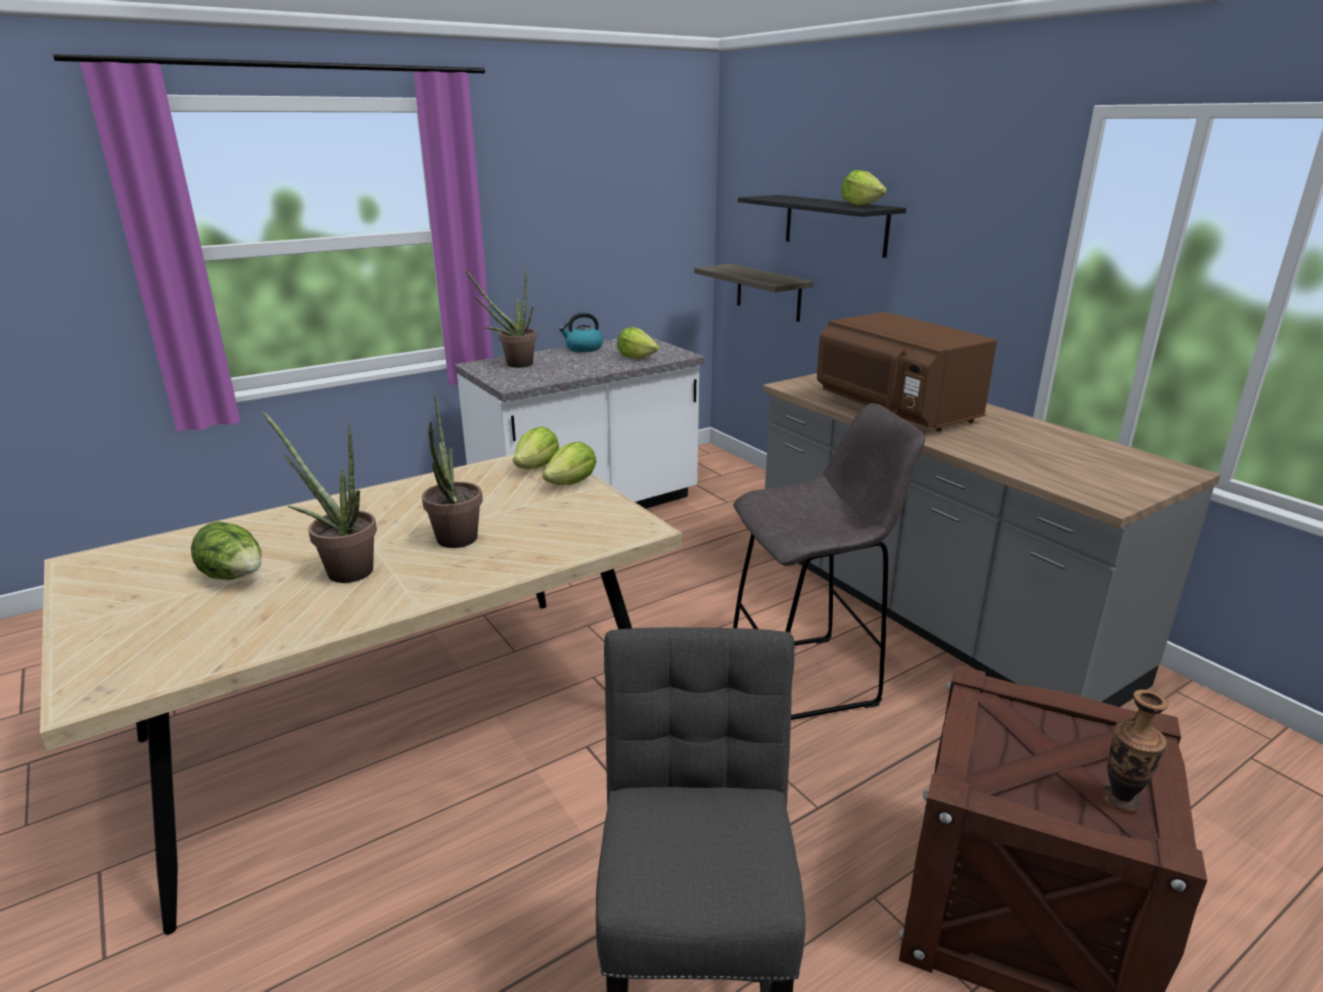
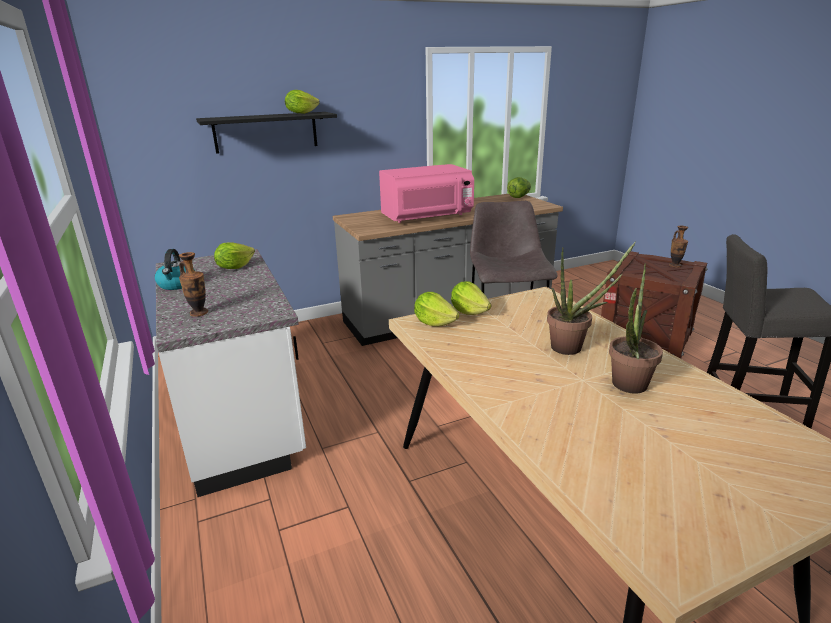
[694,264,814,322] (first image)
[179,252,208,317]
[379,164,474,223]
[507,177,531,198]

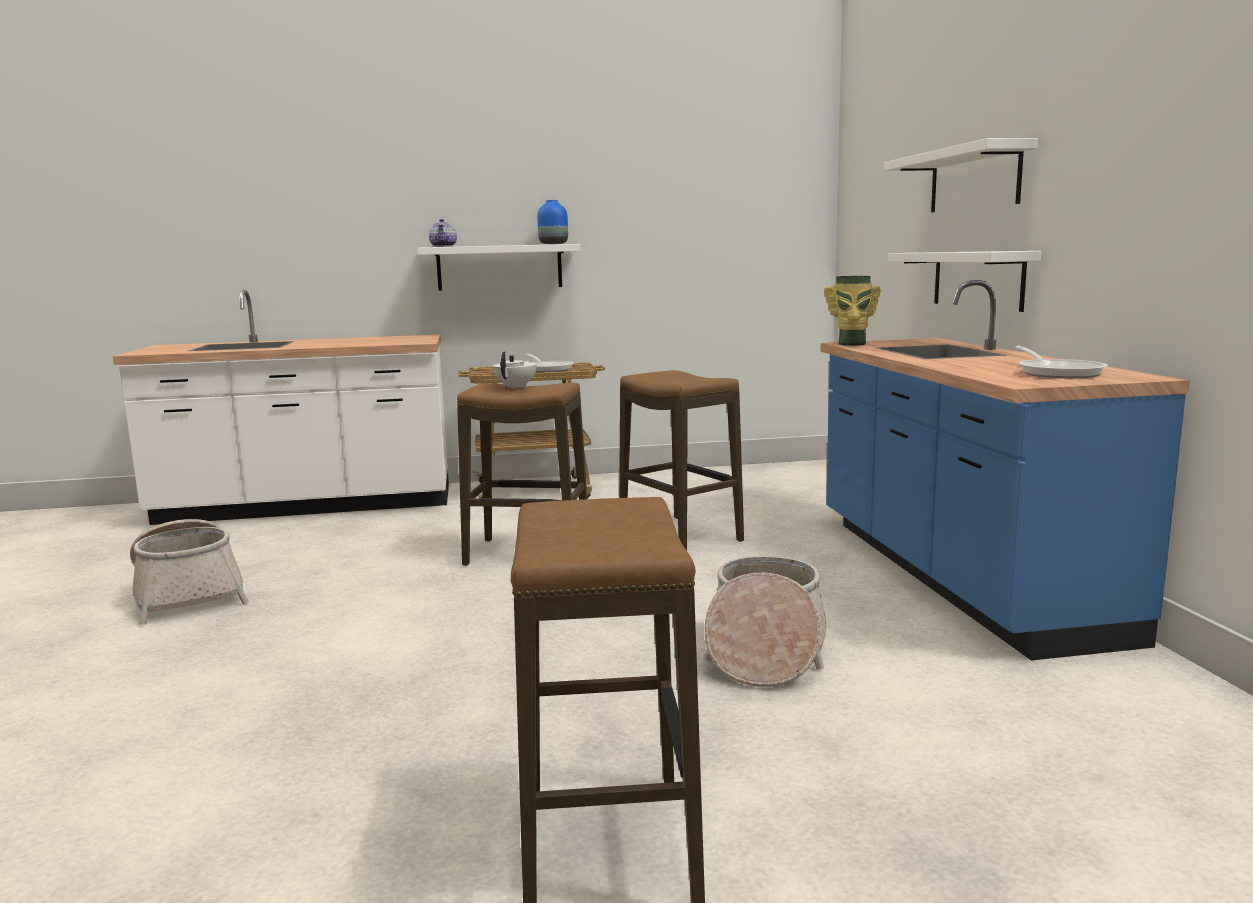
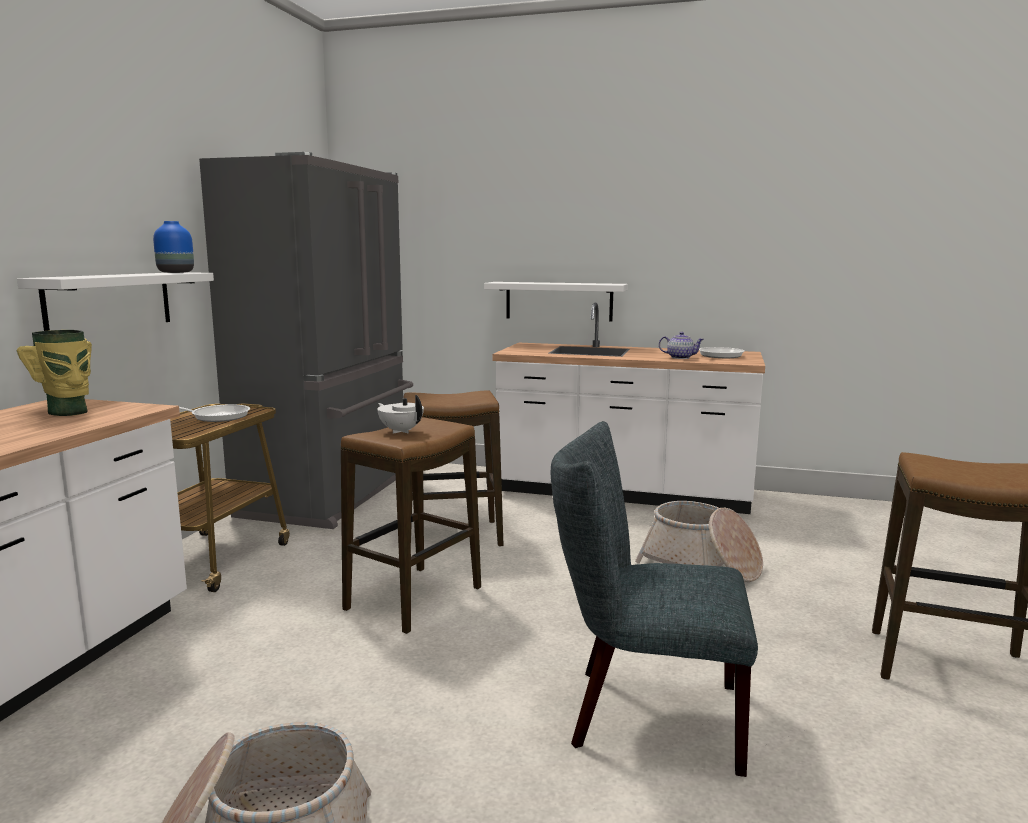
[884,138,1038,212] (first image)
[659,332,704,359]
[17,330,92,416]
[492,302,765,514]
[199,152,413,529]
[551,421,758,777]

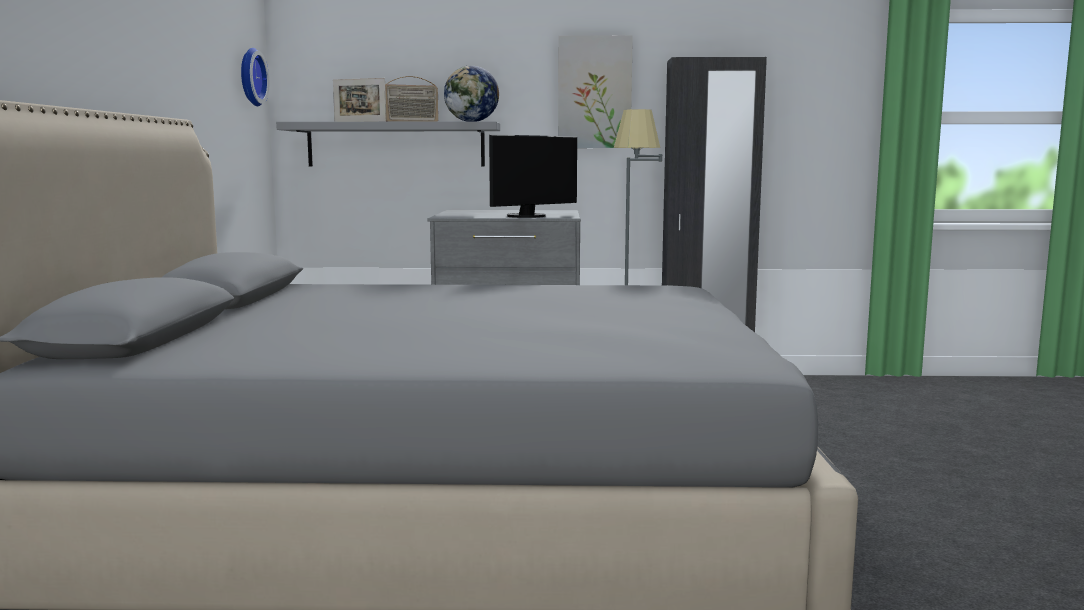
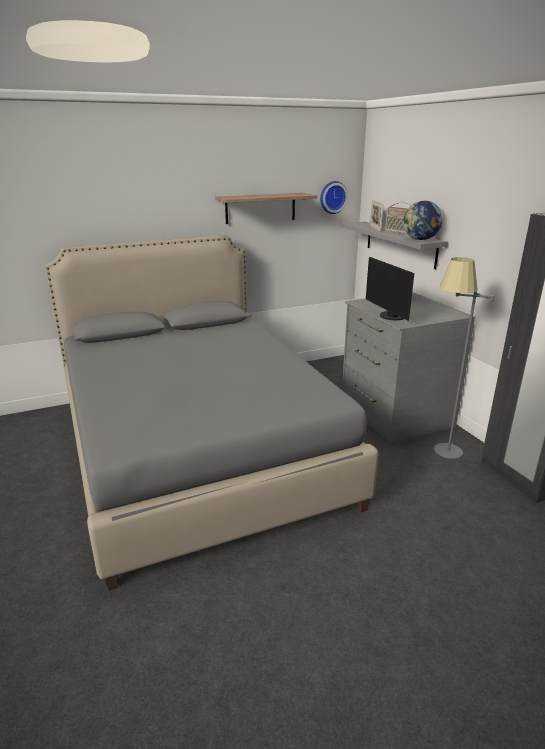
[558,35,633,148] (first image)
[366,257,414,321]
[215,193,317,224]

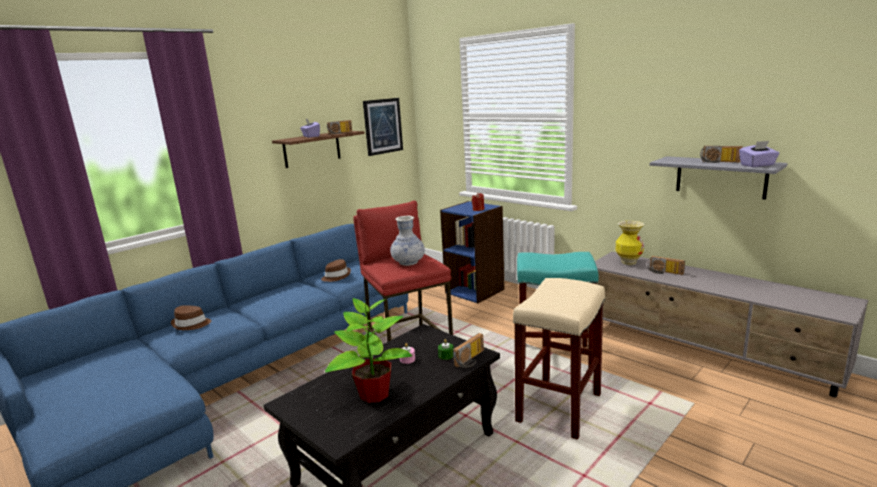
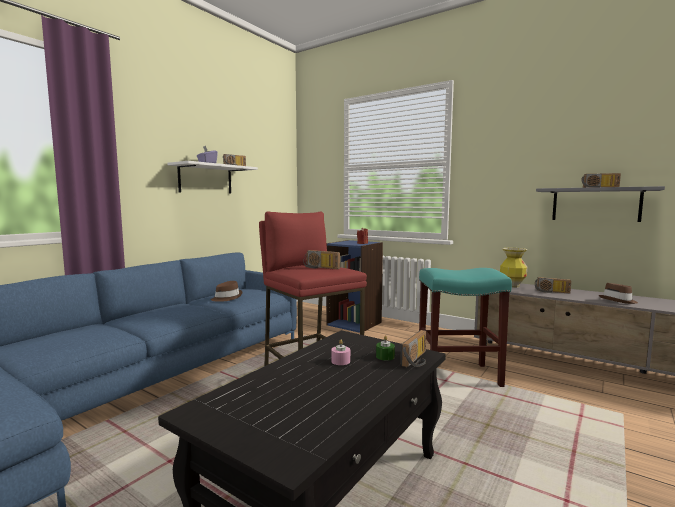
[363,98,403,156] (first image)
[167,161,258,194]
[739,141,780,167] (first image)
[303,250,340,269]
[513,278,605,440] (first image)
[325,298,412,403] (first image)
[599,283,638,304]

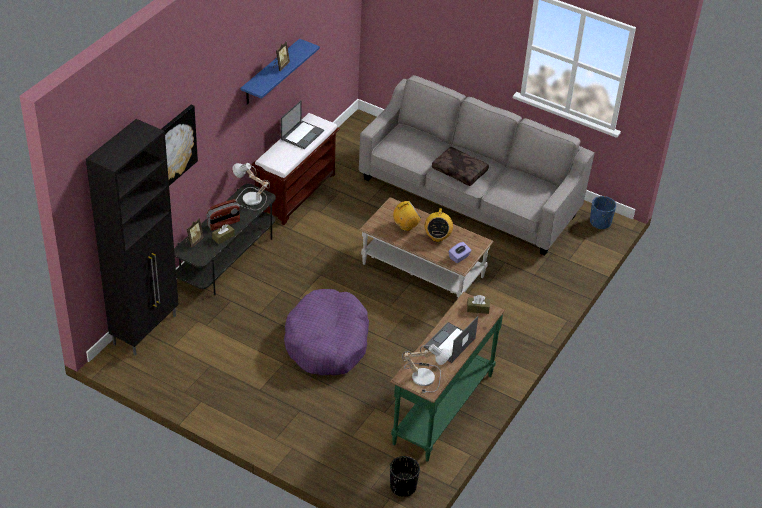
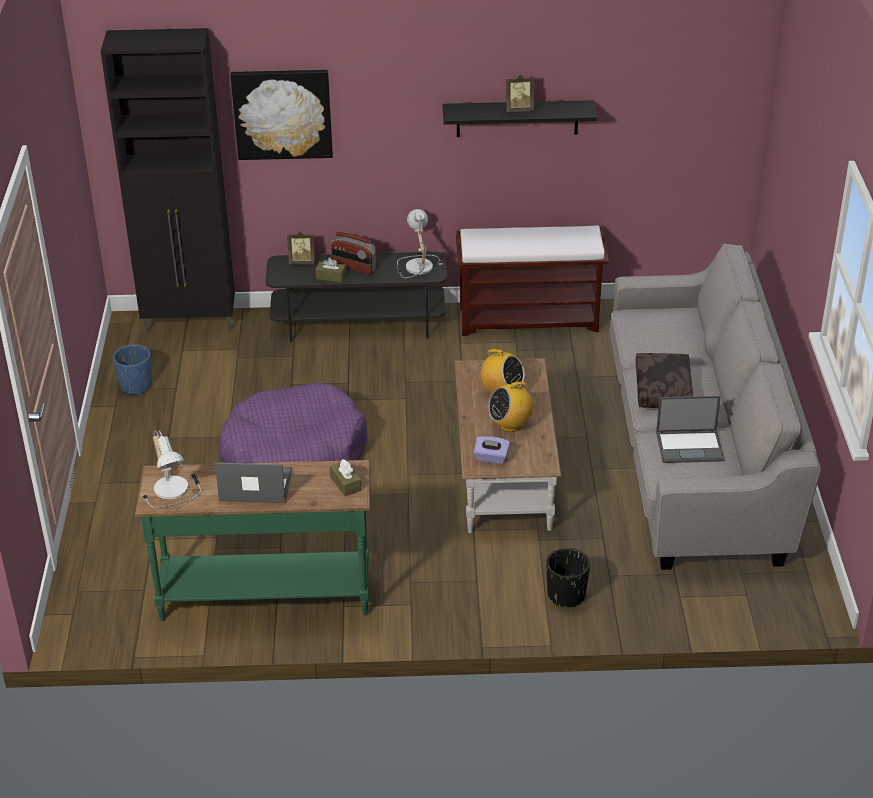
[443,100,597,137]
[656,396,724,463]
[113,344,152,395]
[546,548,590,608]

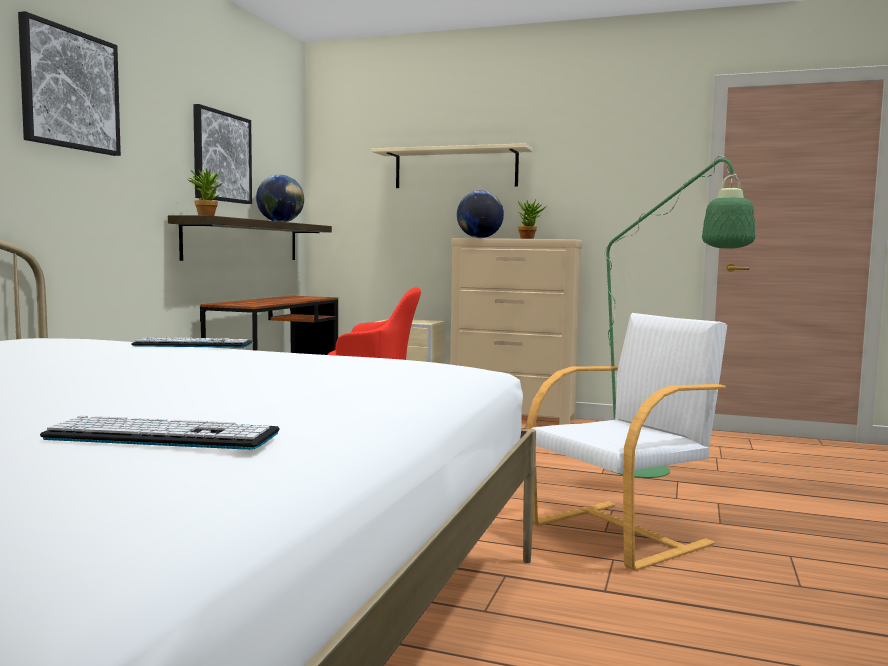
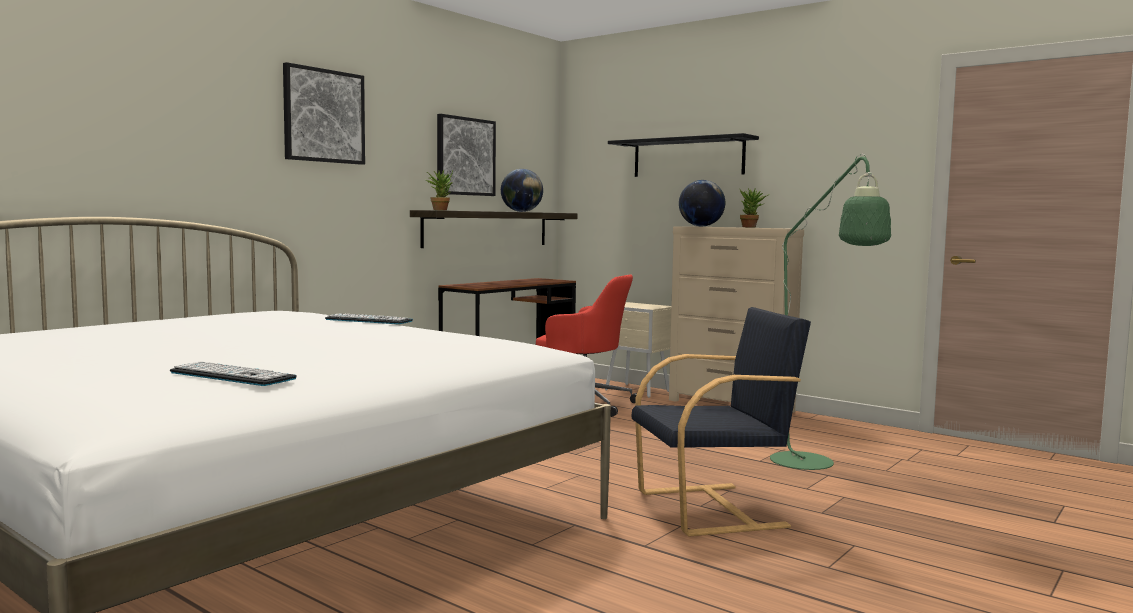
[608,133,759,177]
[632,307,811,537]

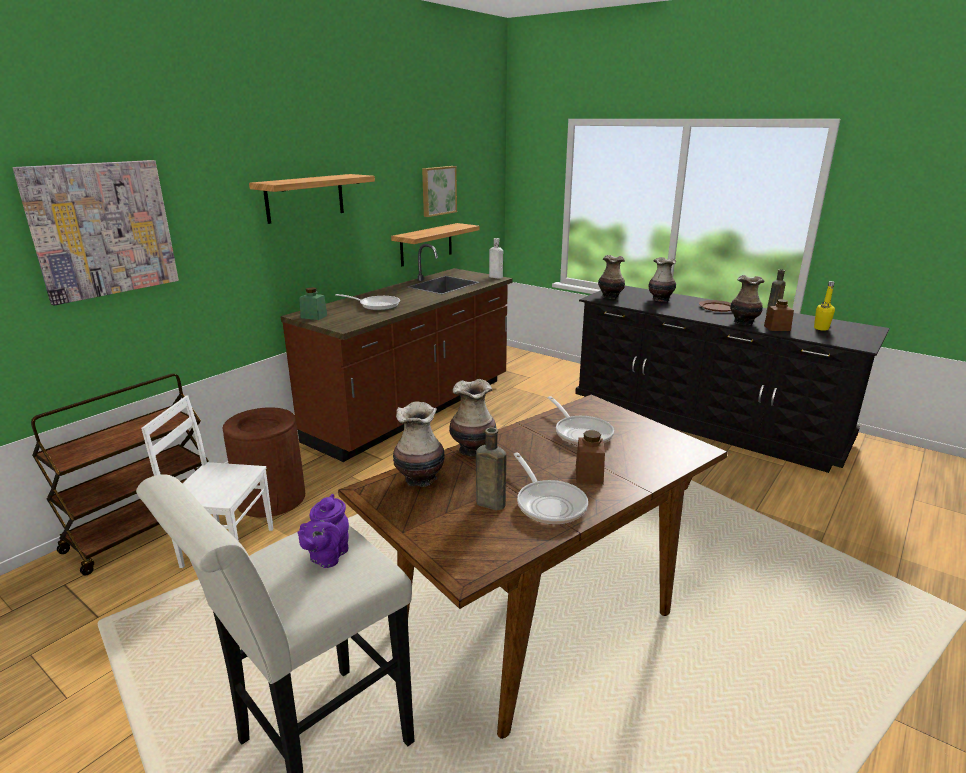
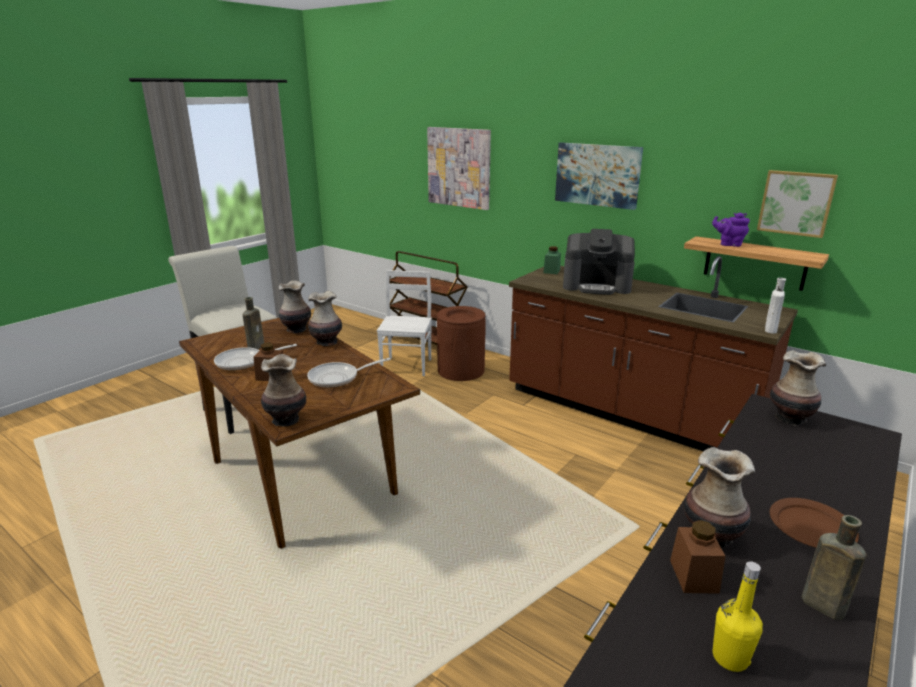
[555,142,643,210]
[261,354,306,426]
[563,229,635,295]
[712,213,750,247]

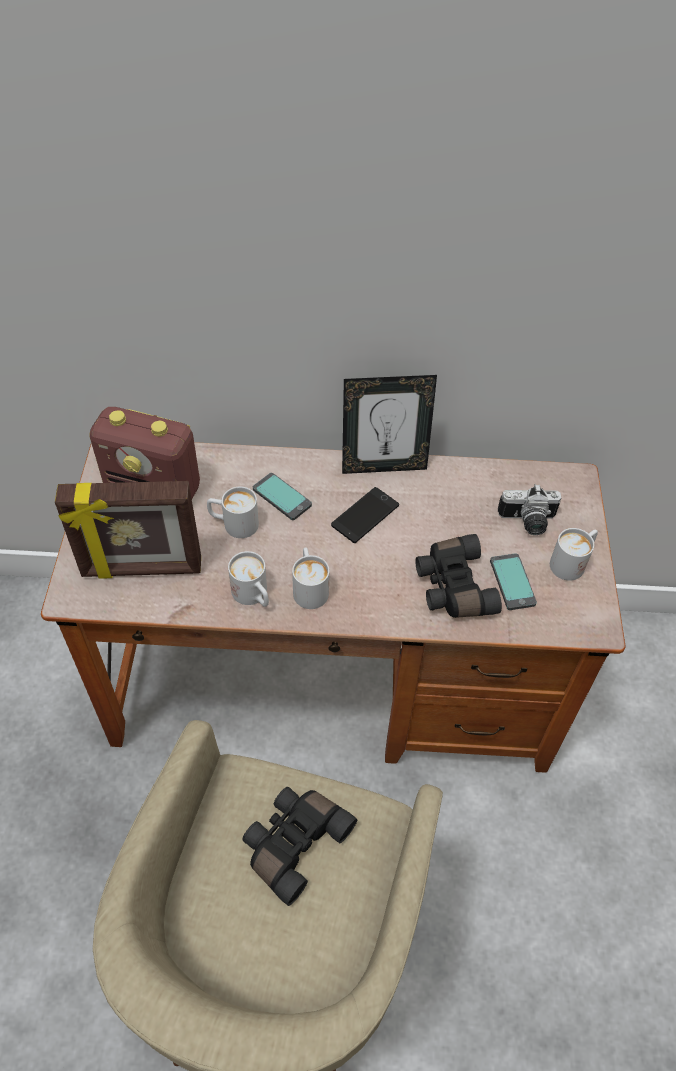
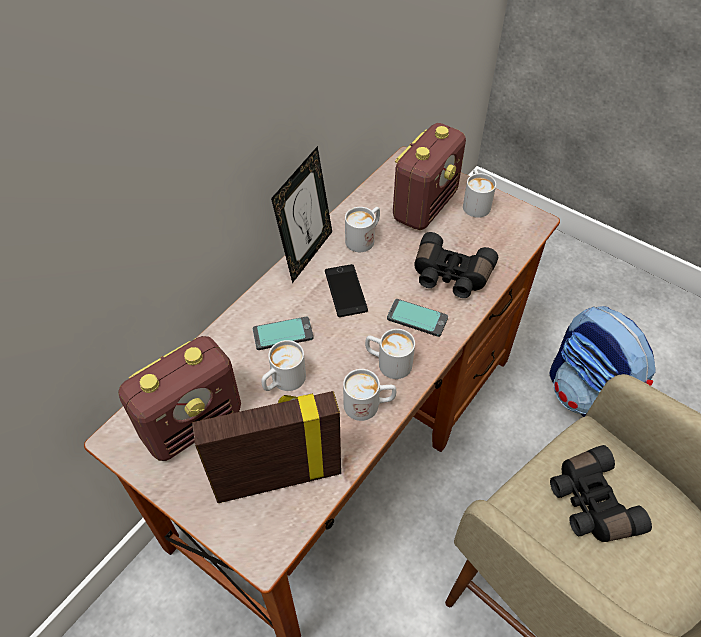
[192,391,341,503]
[393,123,466,230]
[387,299,448,337]
[345,207,380,252]
[550,306,656,417]

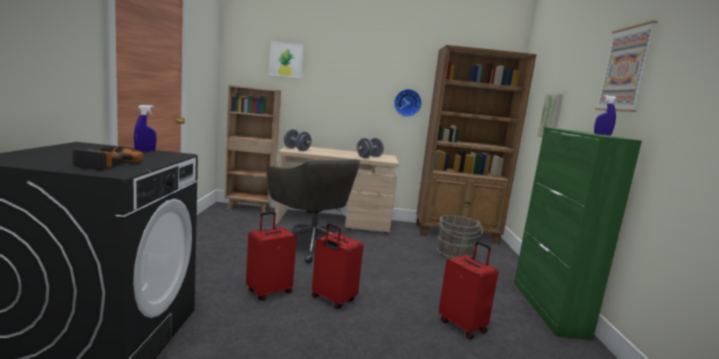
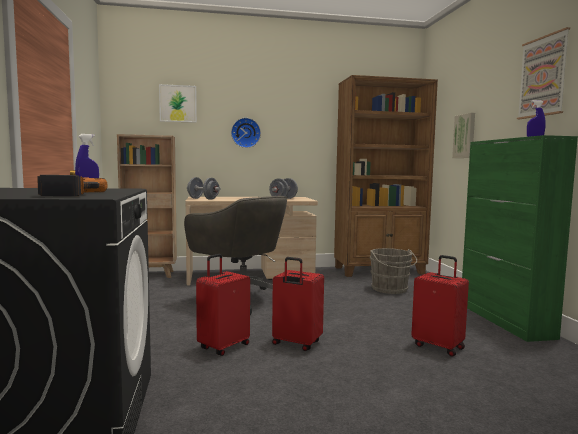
[231,118,261,148]

